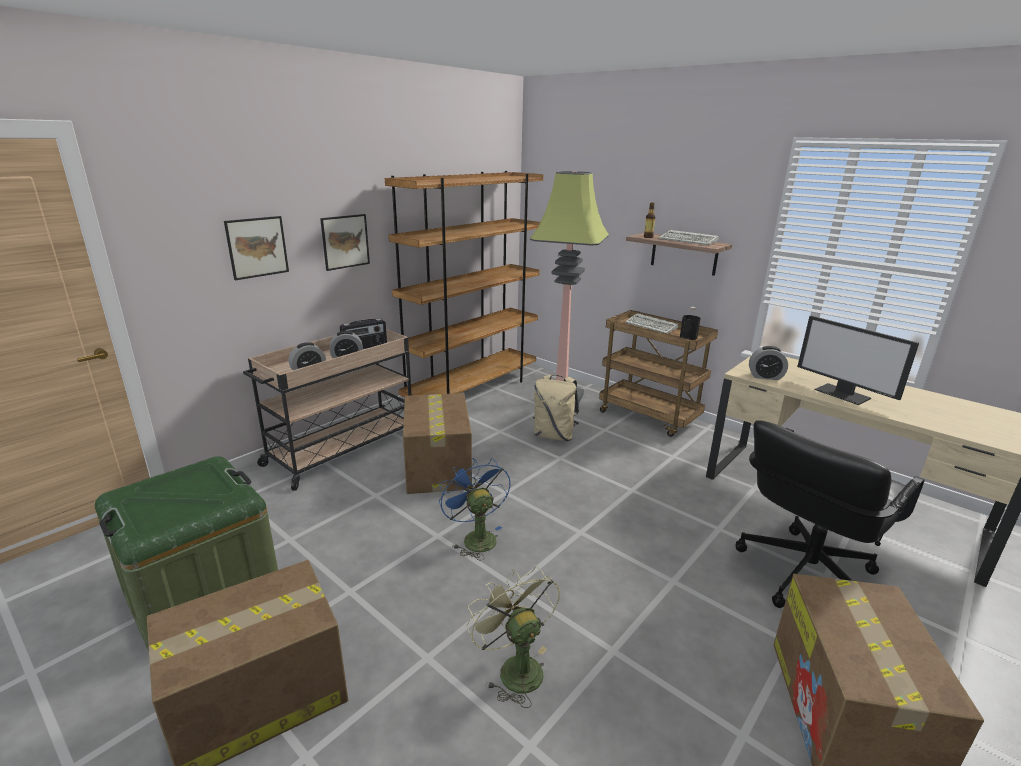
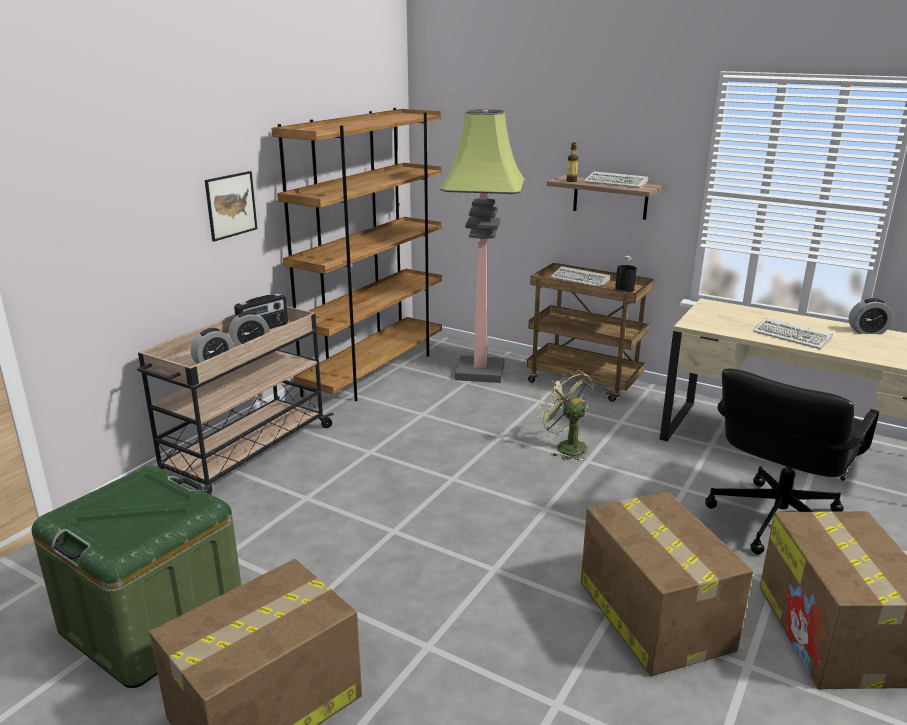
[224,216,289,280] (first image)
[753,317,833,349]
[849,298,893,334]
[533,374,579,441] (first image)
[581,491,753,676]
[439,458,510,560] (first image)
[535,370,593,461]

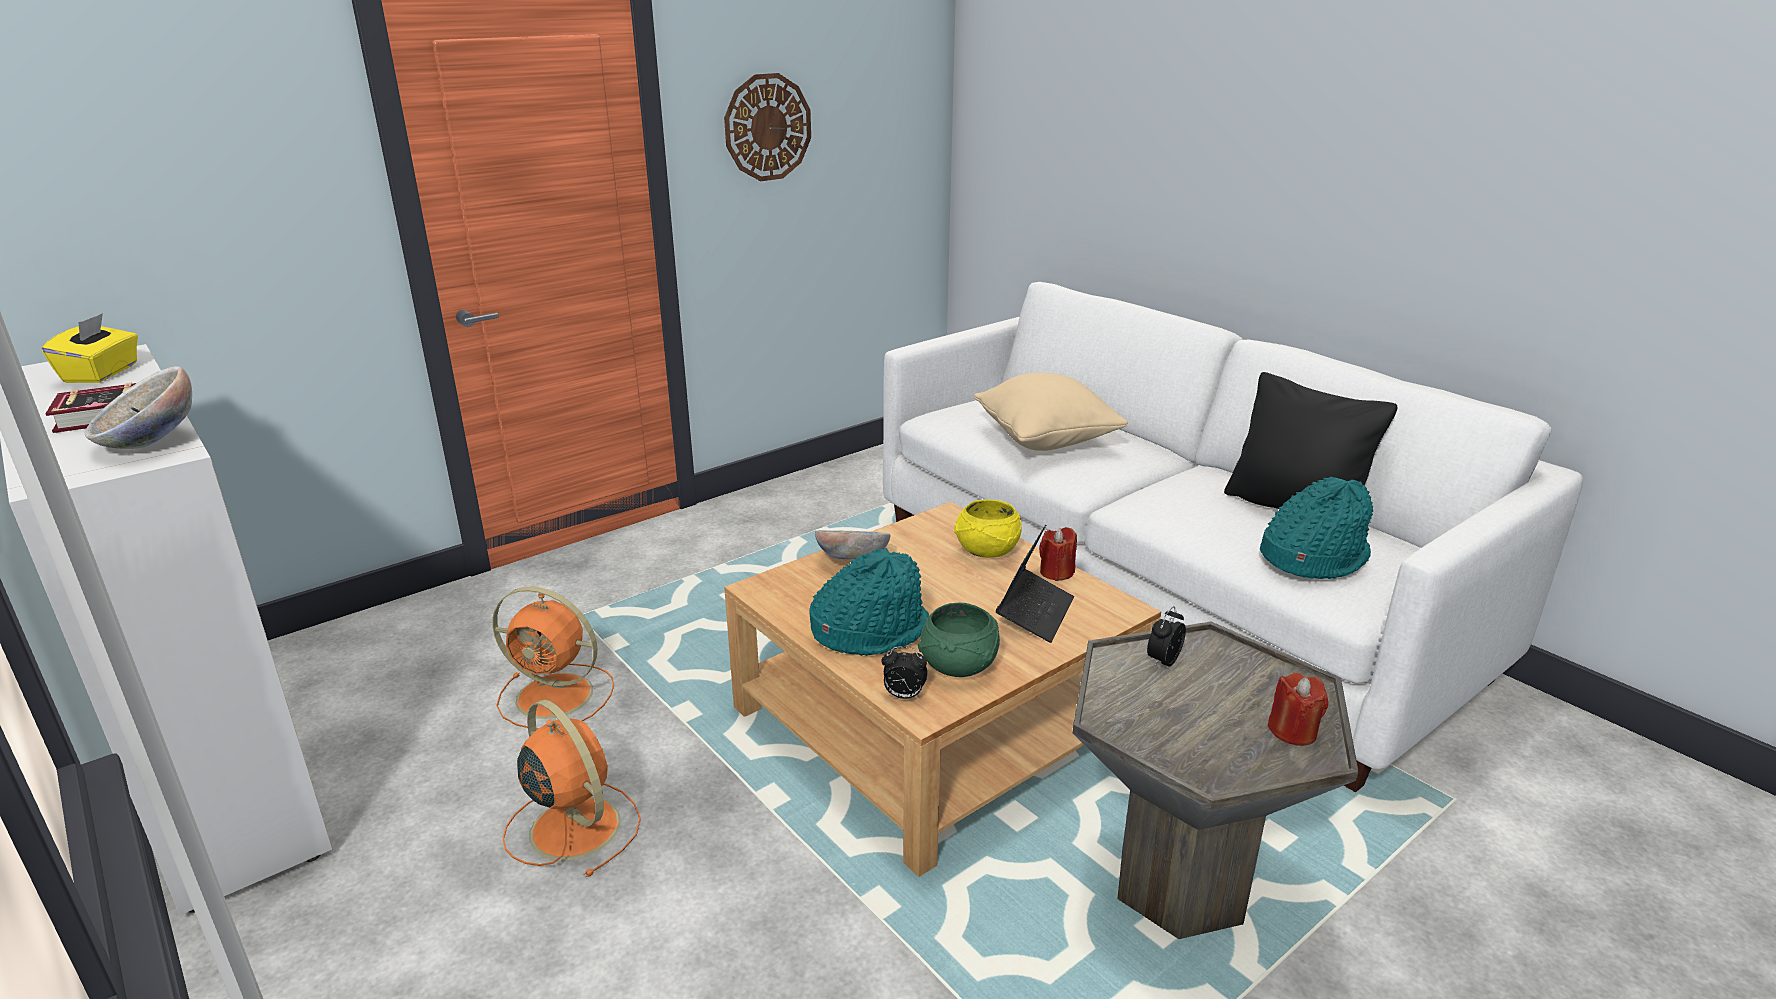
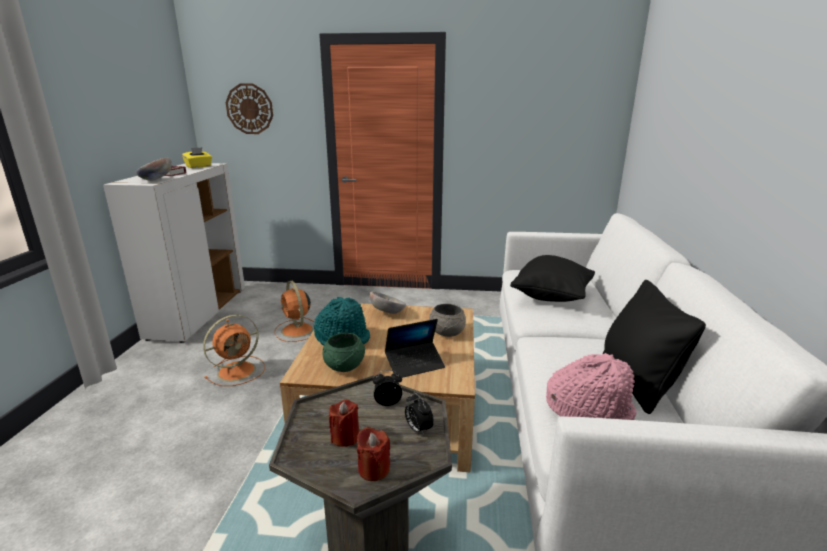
[226,83,273,134]
[510,255,595,302]
[546,353,636,420]
[429,304,466,337]
[329,399,359,447]
[405,392,434,436]
[203,315,265,386]

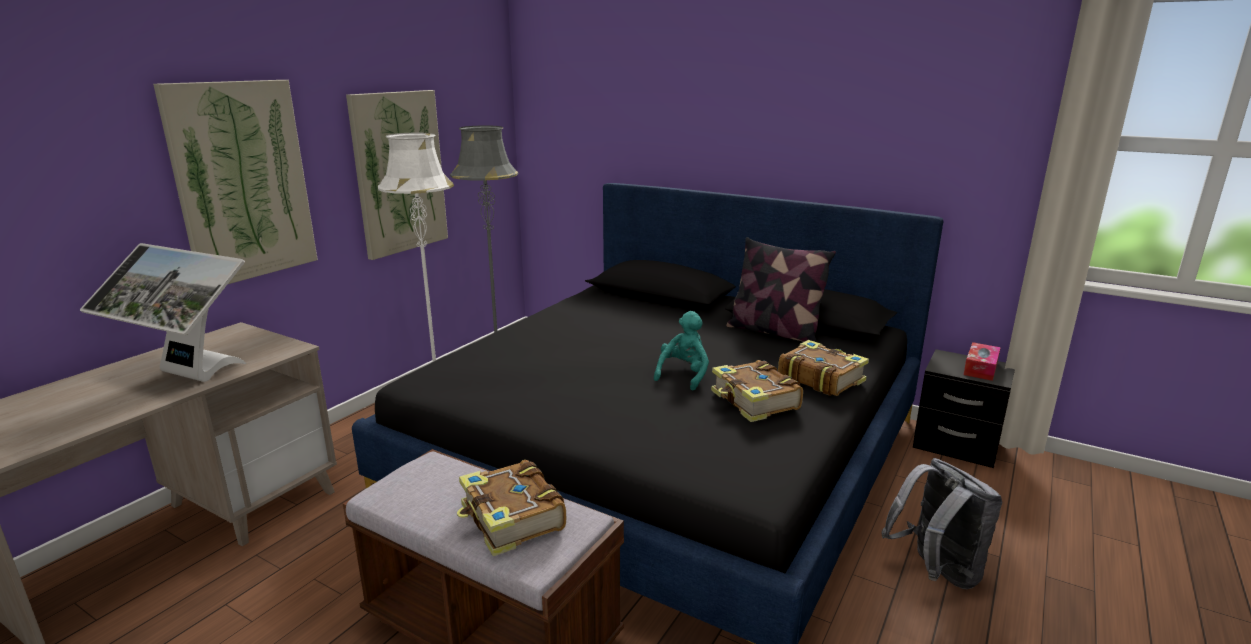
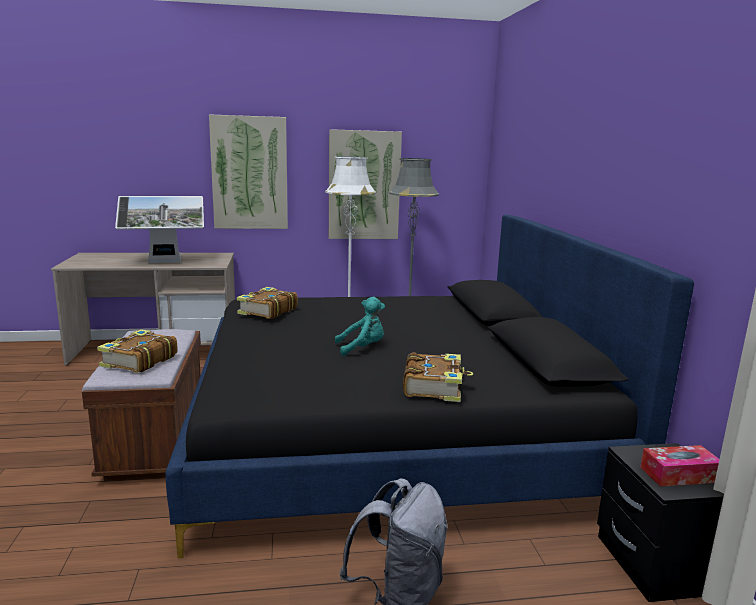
[726,237,836,342] (first image)
[115,196,204,263]
[237,287,298,319]

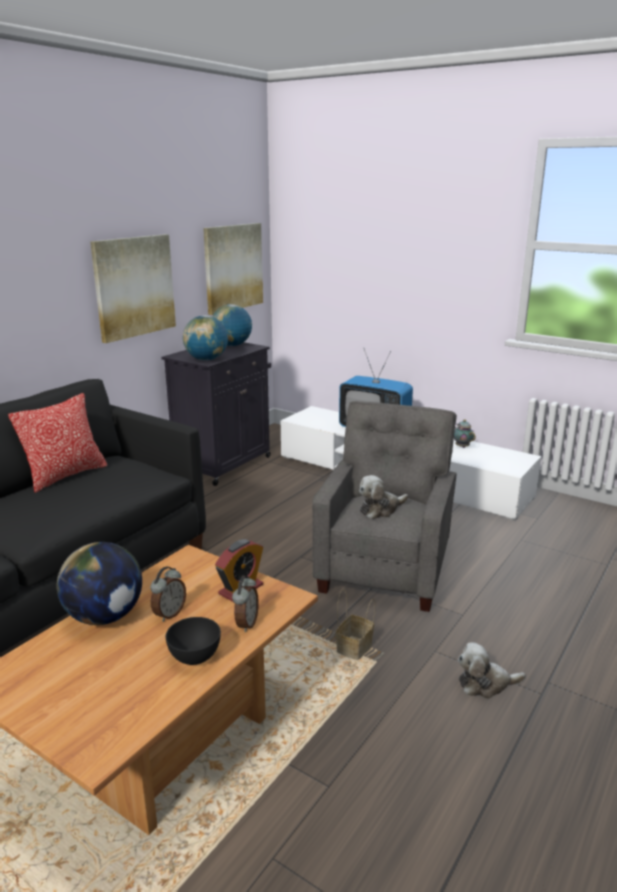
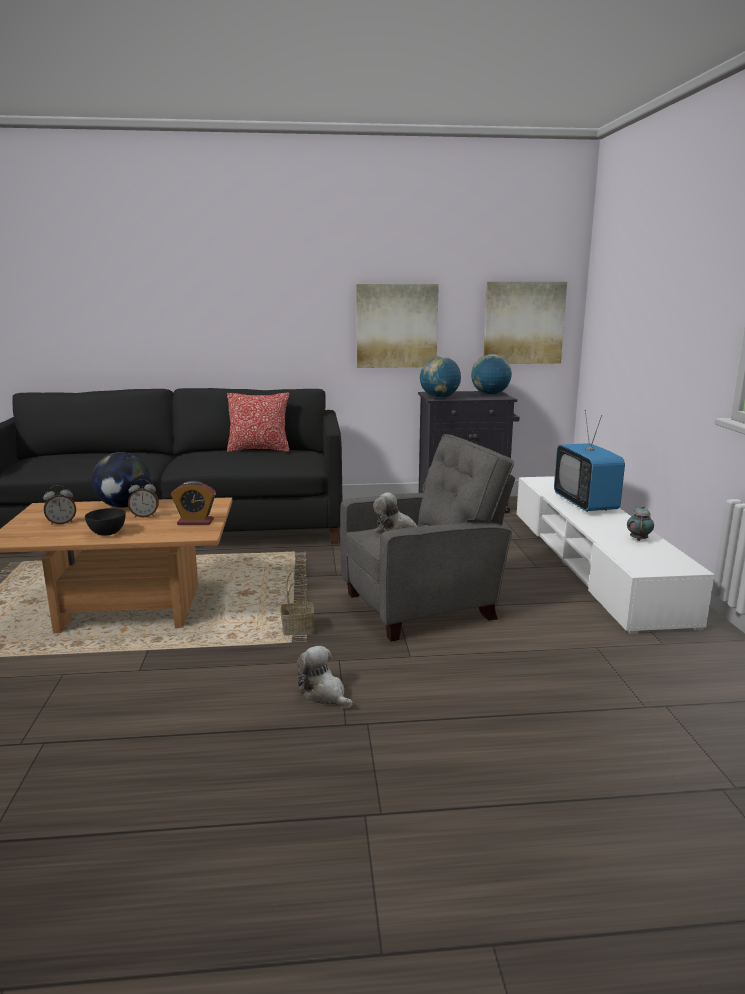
[43,485,76,525]

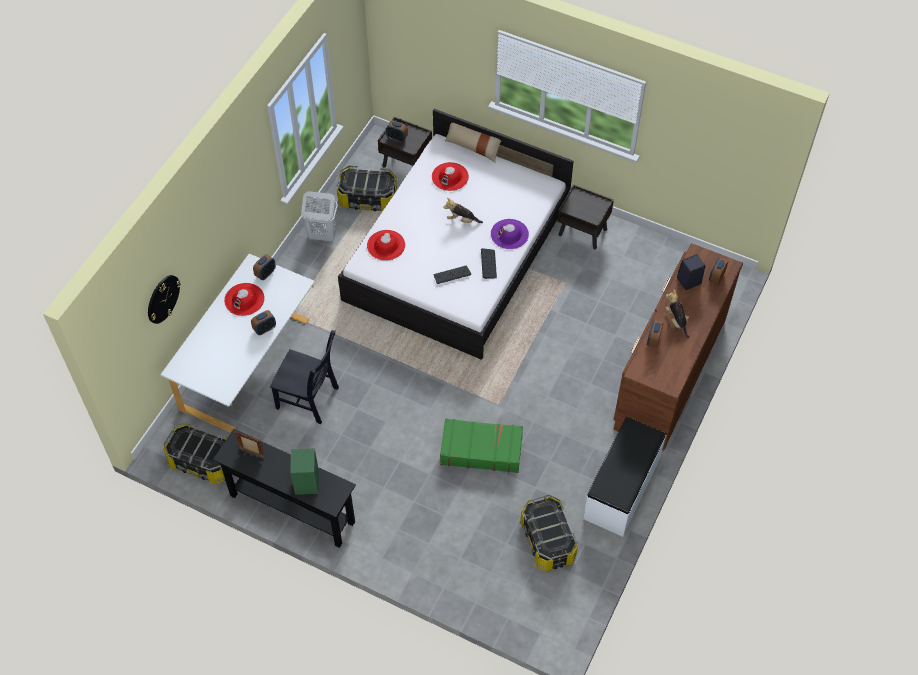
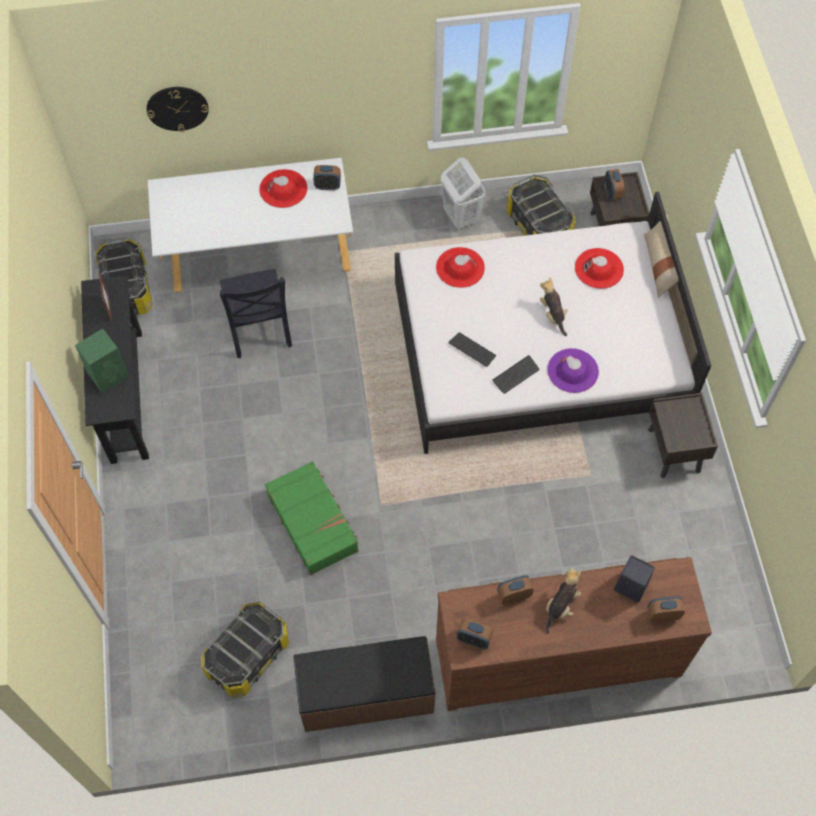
[457,618,493,649]
[293,636,436,732]

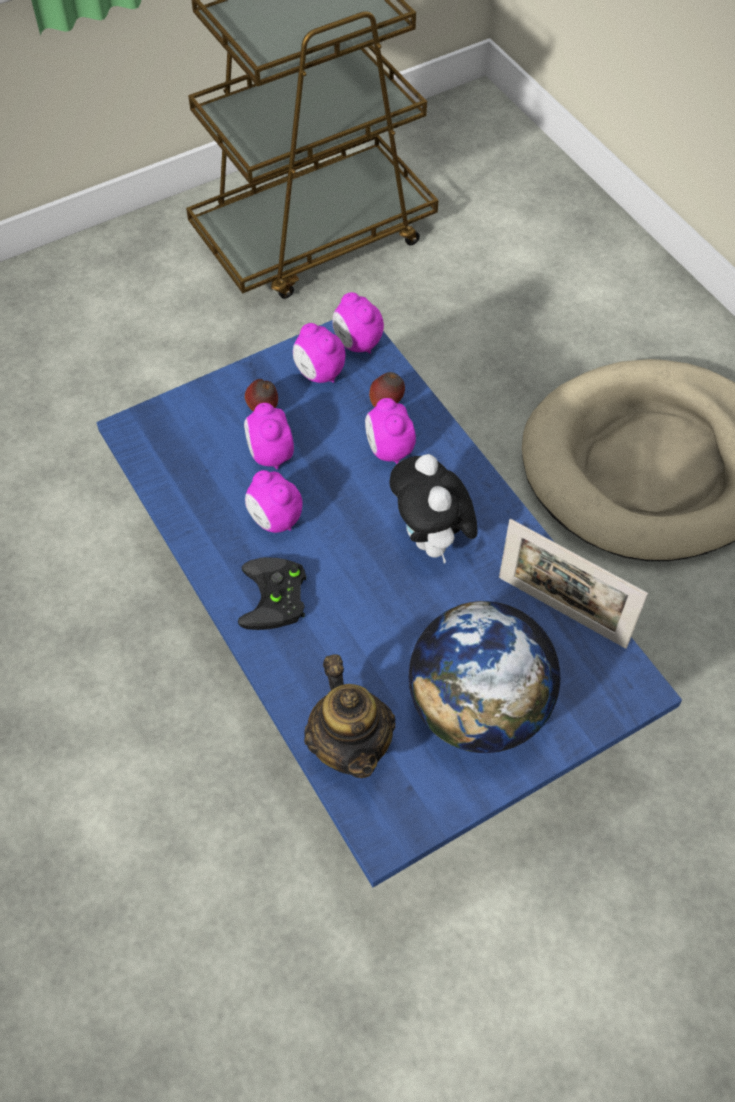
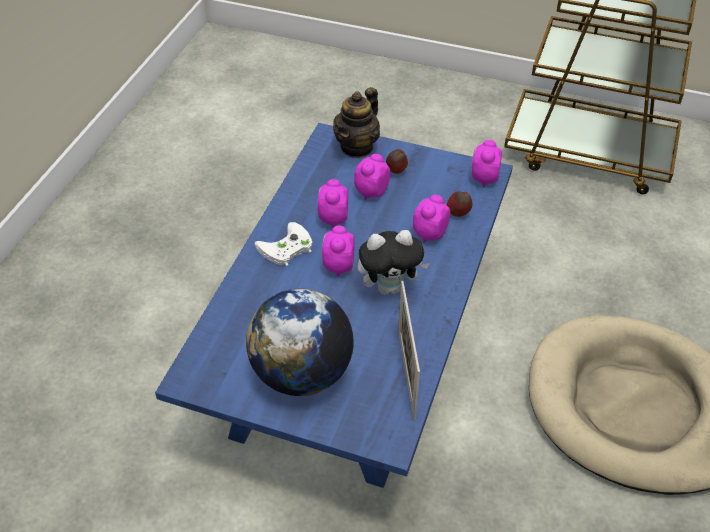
[322,226,355,277]
[358,230,430,295]
[255,222,312,266]
[333,87,380,158]

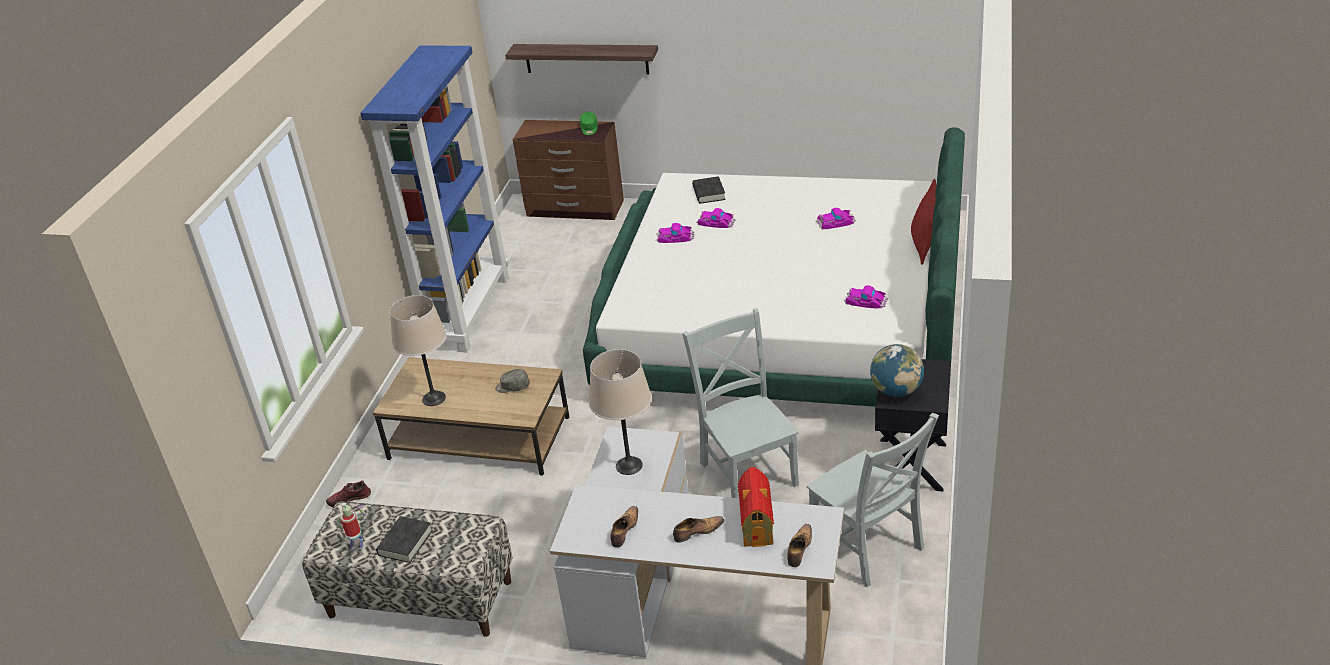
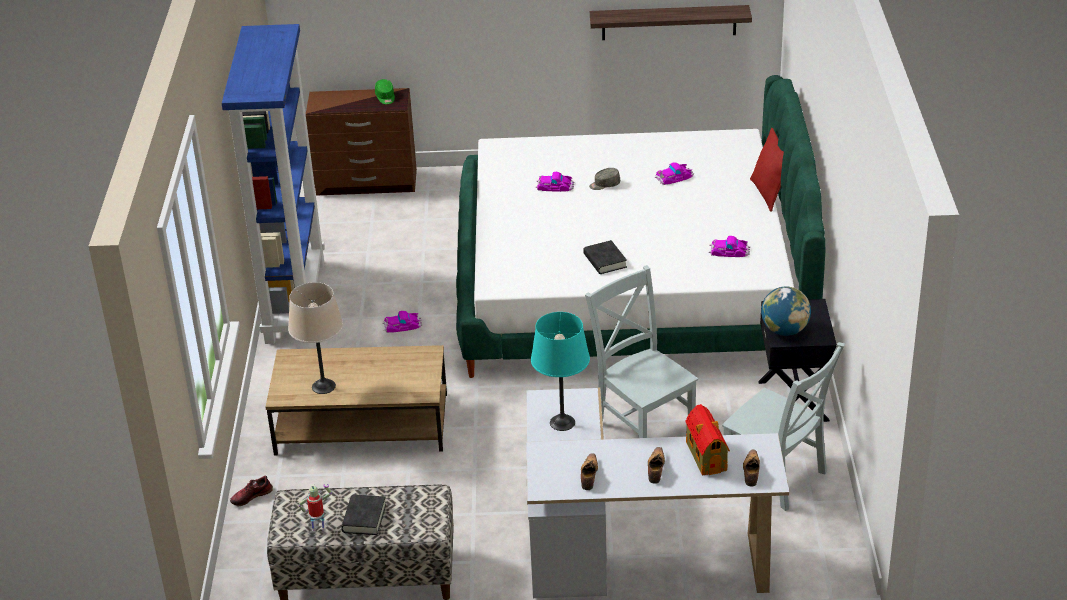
[590,5,752,40]
[583,240,627,274]
[382,311,422,333]
[531,312,590,431]
[589,168,620,190]
[648,447,665,484]

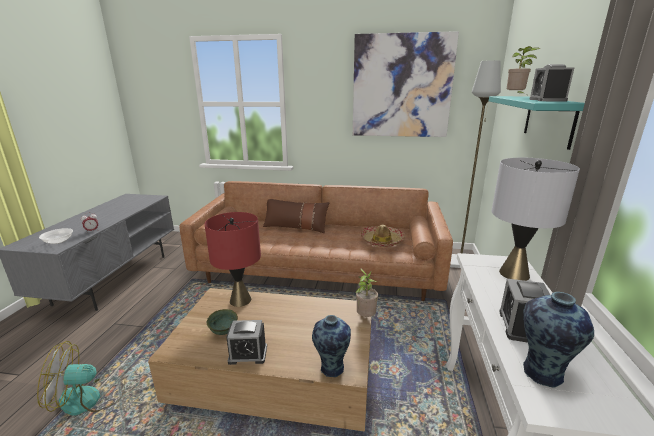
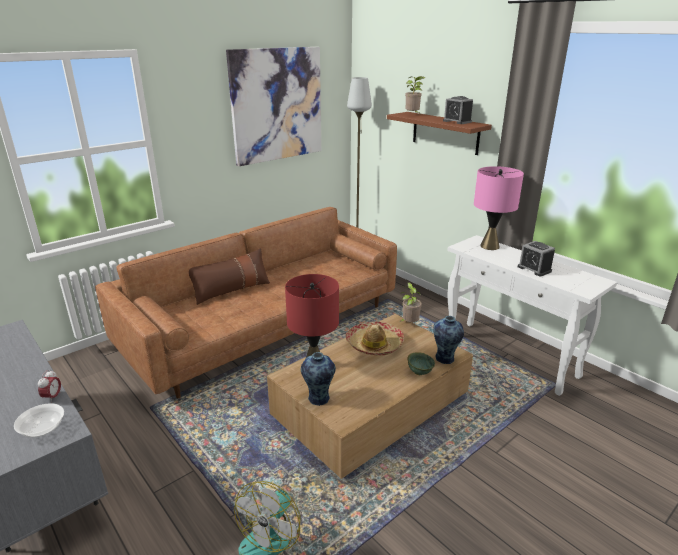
[387,112,492,155]
[474,166,524,250]
[346,322,404,355]
[301,352,336,406]
[407,352,435,375]
[226,320,267,365] (first image)

